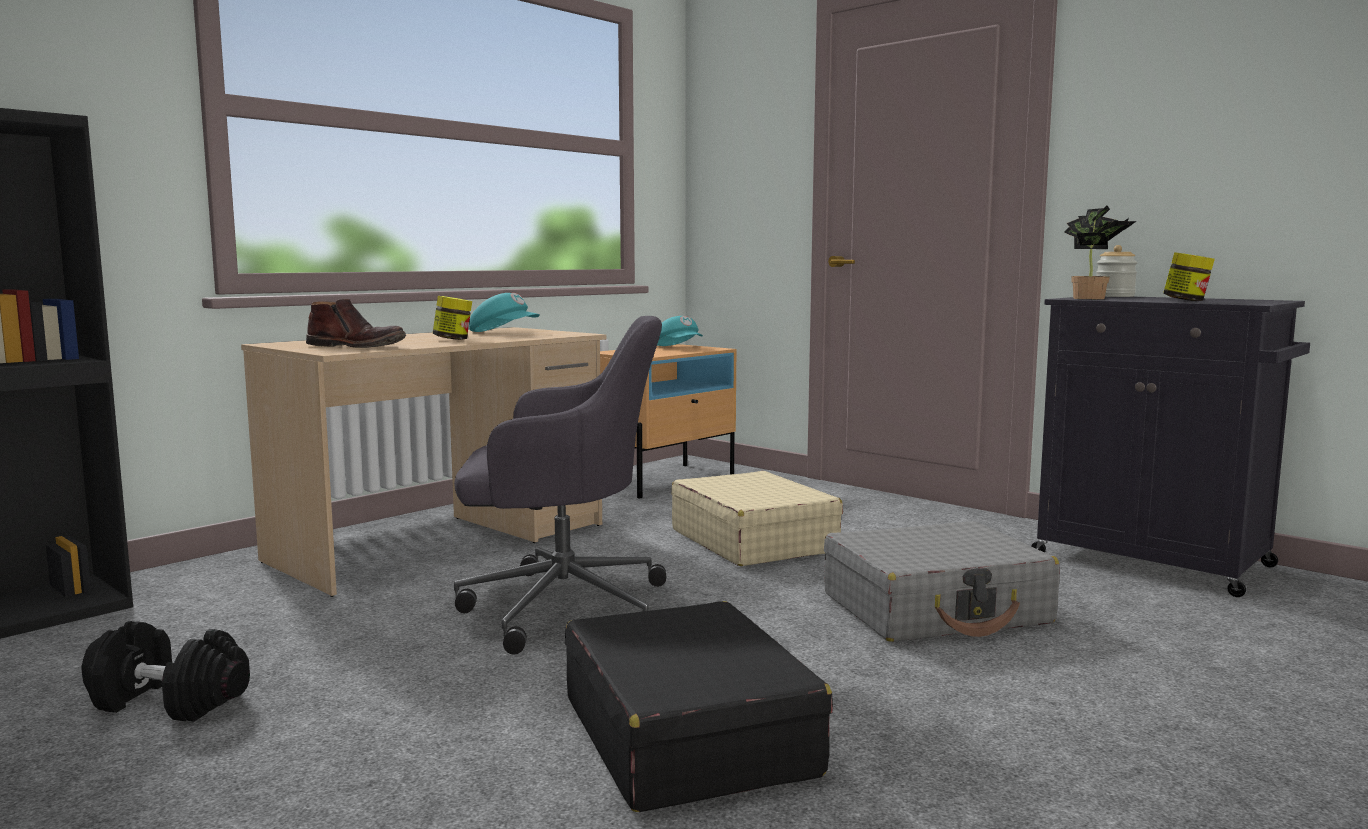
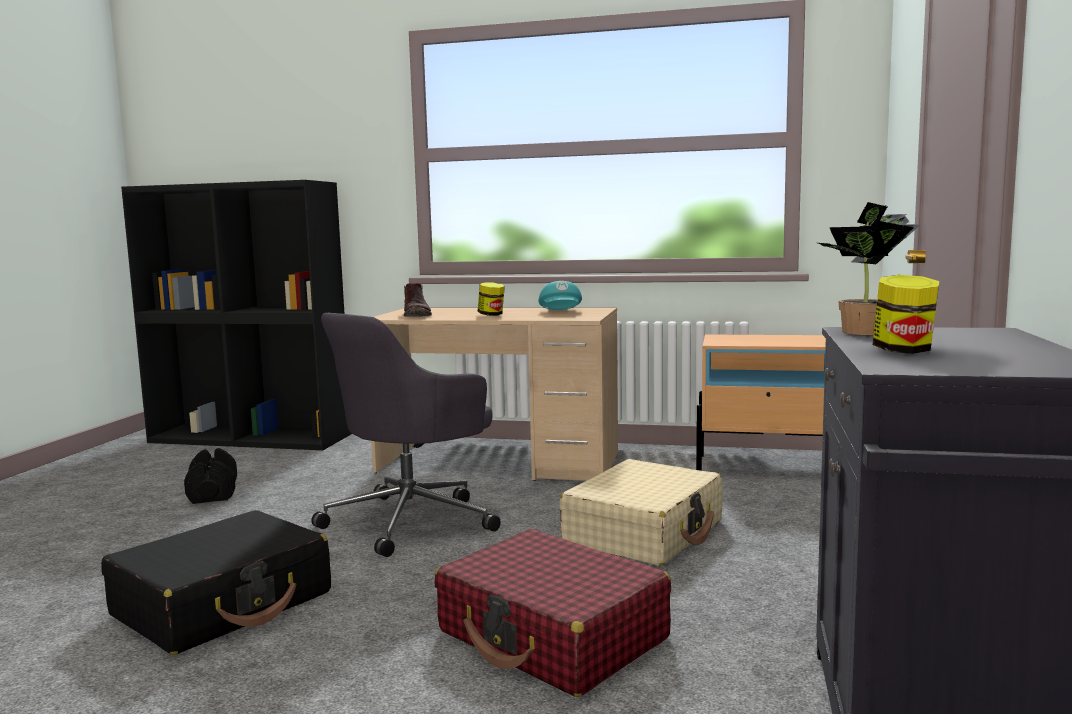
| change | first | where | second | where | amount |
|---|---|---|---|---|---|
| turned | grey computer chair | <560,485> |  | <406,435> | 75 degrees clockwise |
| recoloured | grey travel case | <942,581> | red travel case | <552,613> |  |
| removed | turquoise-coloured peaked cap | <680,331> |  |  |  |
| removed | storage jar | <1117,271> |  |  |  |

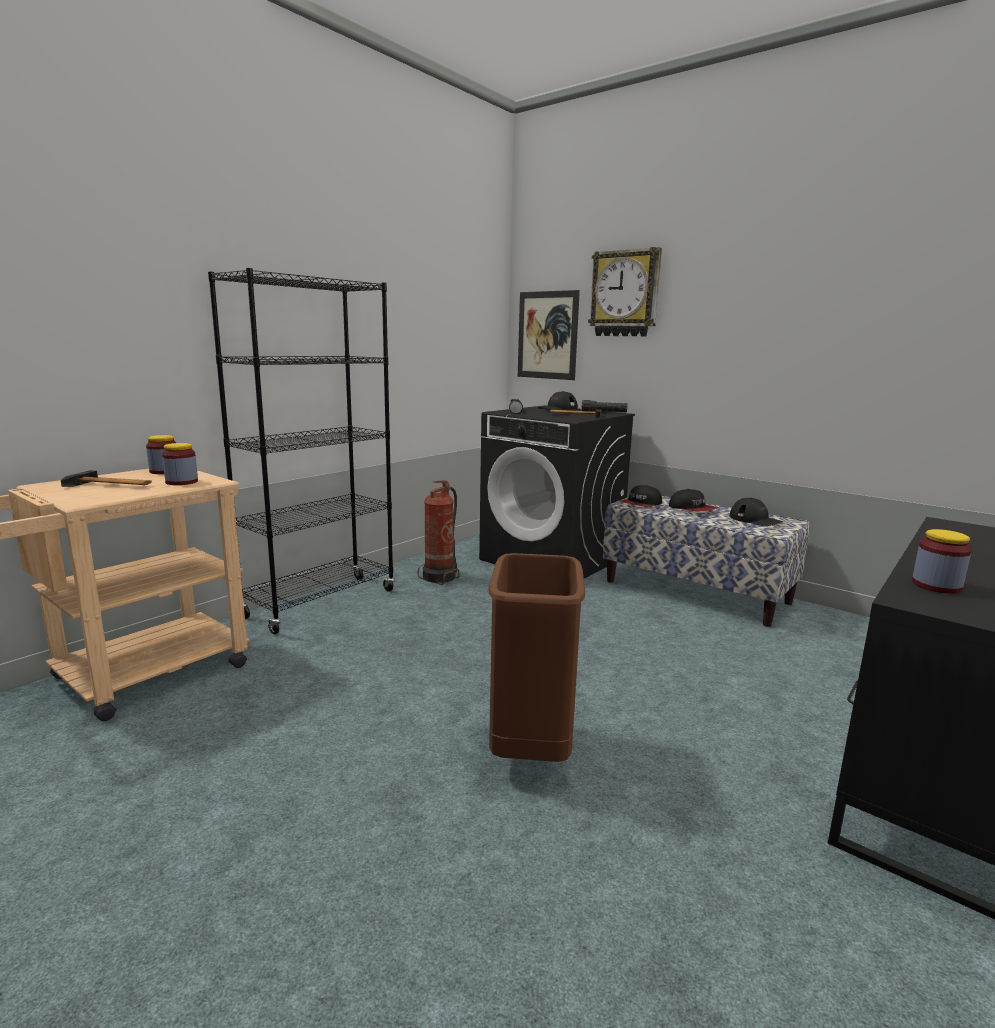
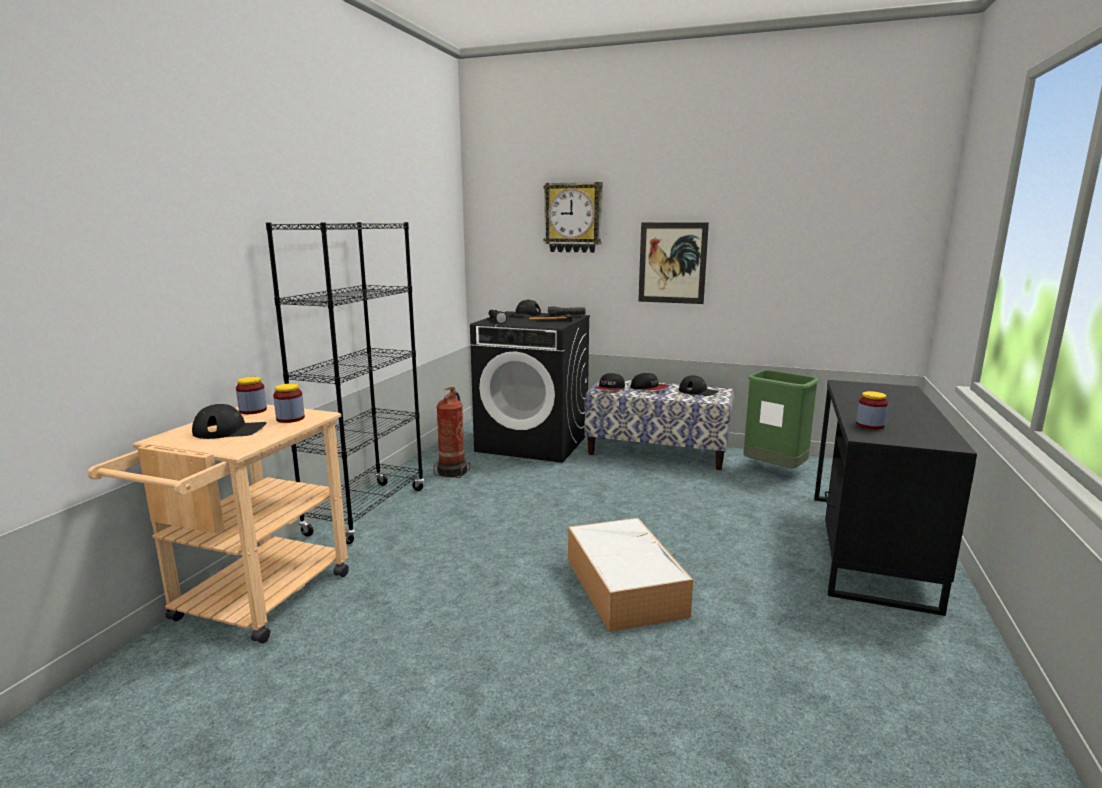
| change | first | where | second | where | amount |
|---|---|---|---|---|---|
| replaced | hammer | <106,478> | black peaked cap | <229,421> |  |
| replaced | brownish rubbish bin | <537,657> | storage box | <630,575> |  |
| moved | wall art | <549,335> |  | <673,263> |  |
| added |  |  | green rubbish bin | <781,419> |  |

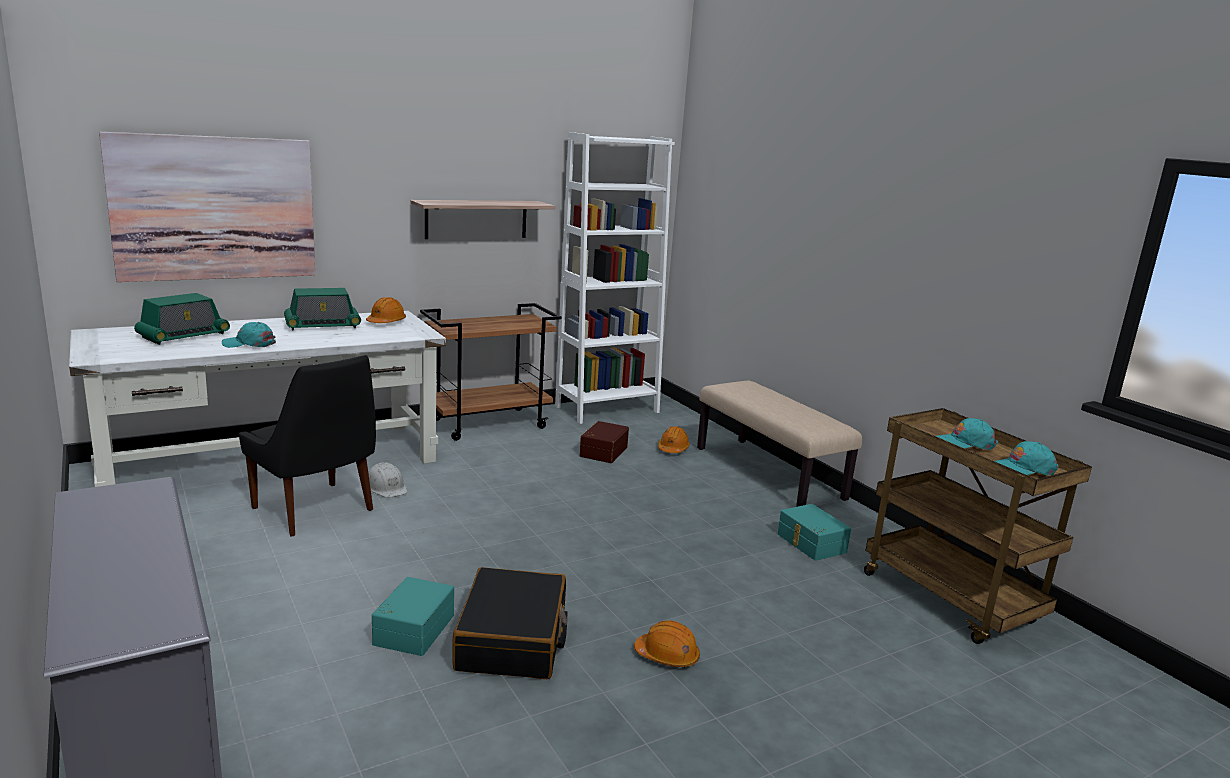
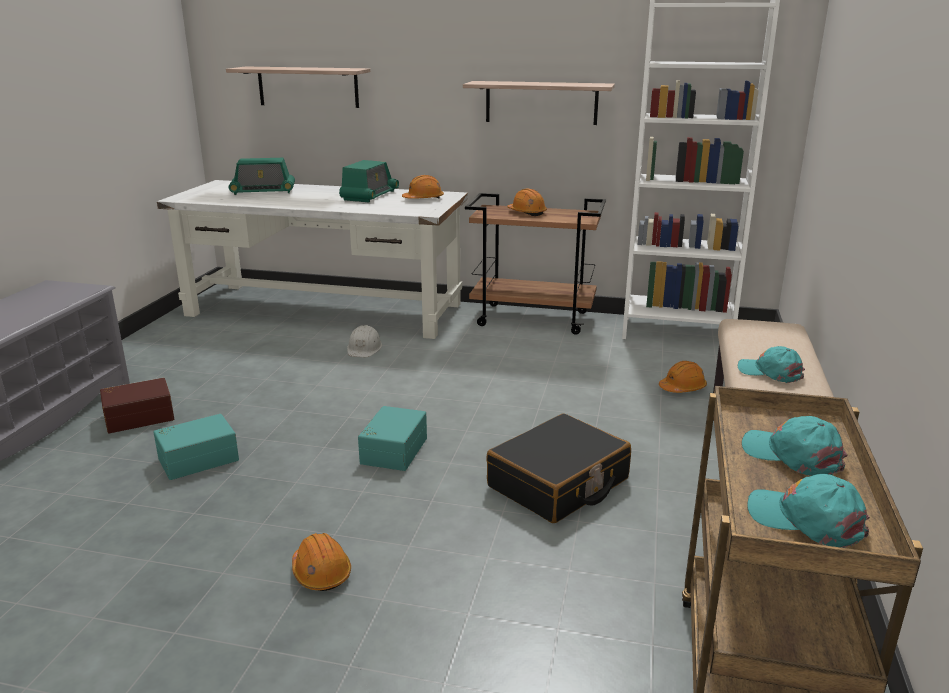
| change | first | where | second | where | amount |
|---|---|---|---|---|---|
| moved | brownish storage box | <604,442> |  | <137,406> |  |
| replaced | wall art | <207,207> | bracket shelf | <298,87> |  |
| turned | radio set | <322,309> |  | <369,181> | 90 degrees counterclockwise |
| moved | turquoise-coloured storage box | <814,532> |  | <392,438> |  |
| moved | black travel case | <510,623> |  | <558,468> |  |
| added |  |  | orange hard hat | <527,202> |  |
| moved | turquoise-coloured peaked cap | <249,335> |  | <771,364> |  |
| removed | black upright chair | <307,445> |  |  |  |

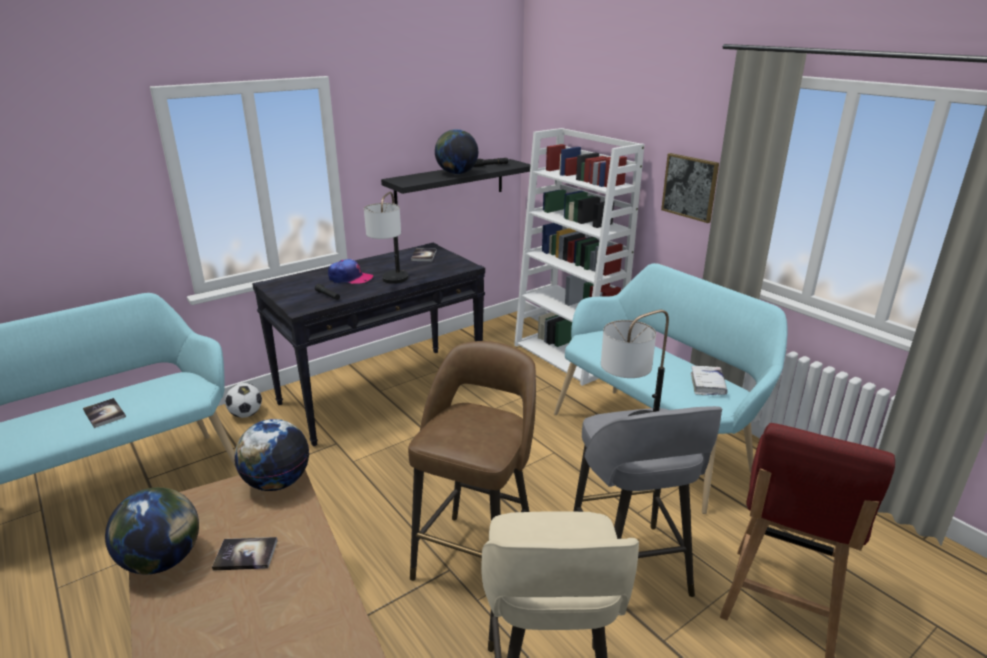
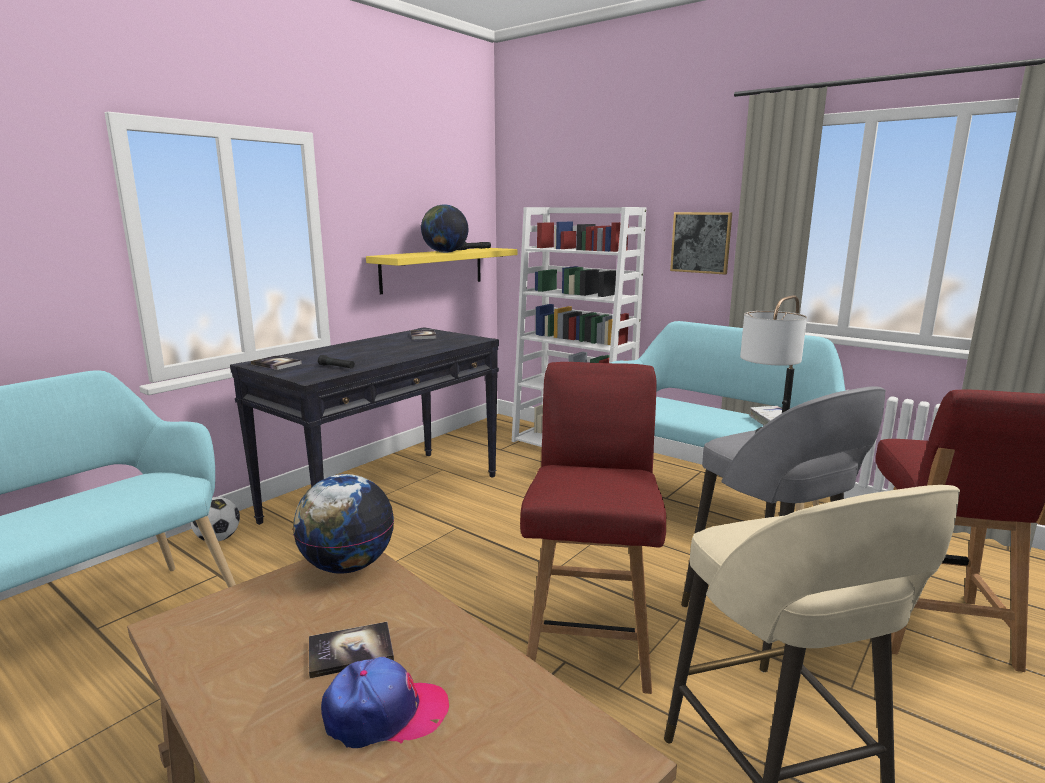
| change | first | where | second | where | amount |
|---|---|---|---|---|---|
| moved | bound book | <104,413> |  | <276,363> |  |
| moved | peaked cap | <350,271> |  | <385,702> |  |
| recoloured | black bracket shelf | <456,182> | yellow bracket shelf | <442,271> |  |
| replaced | brownish stool seat | <472,461> | red upright chair | <593,528> |  |
| removed | world globe | <152,530> |  |  |  |
| removed | lamp for a table | <386,238> |  |  |  |

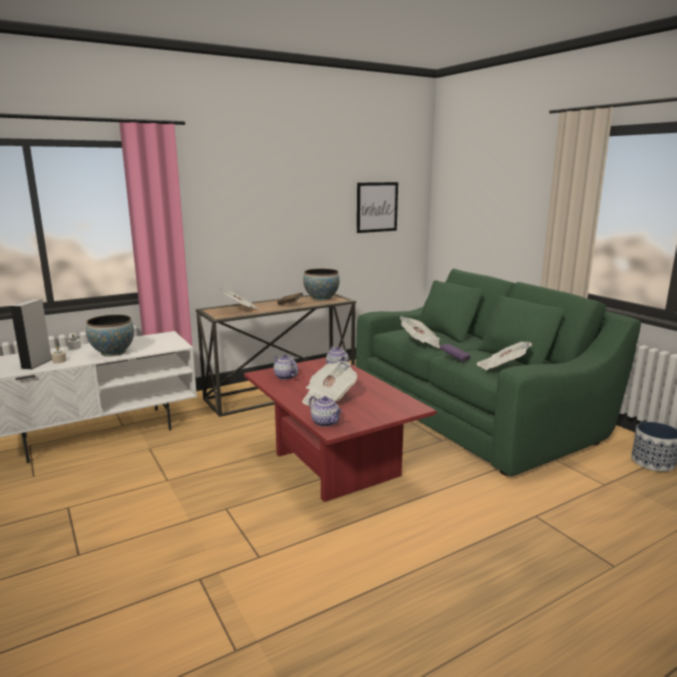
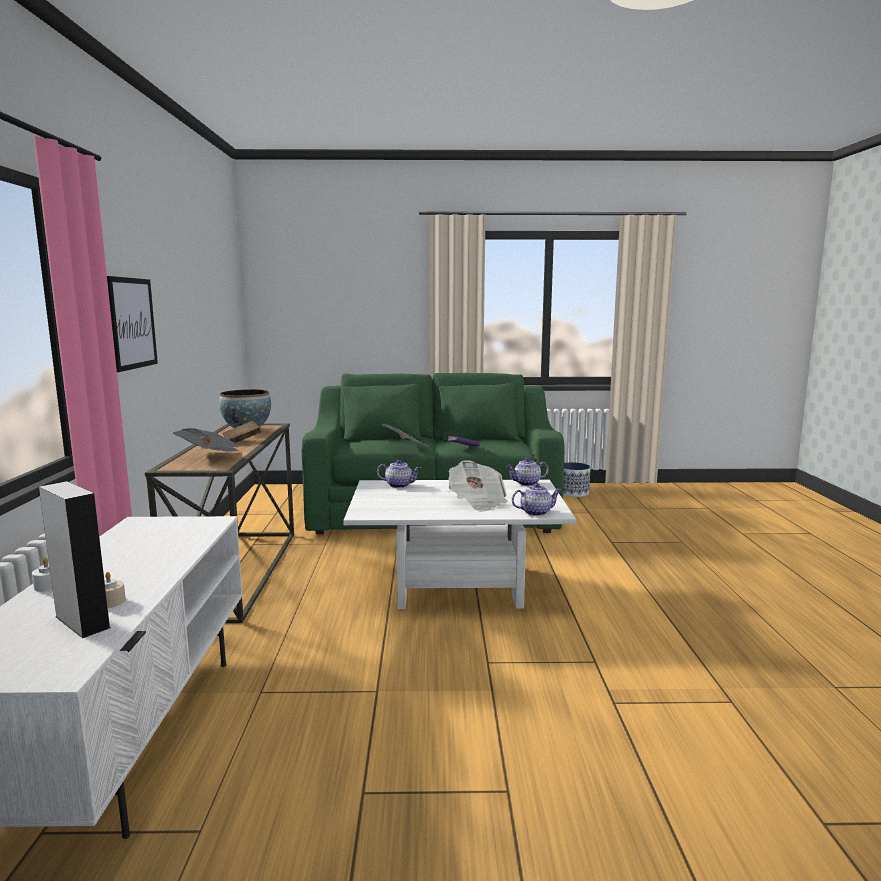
| change | first | where | second | where | amount |
|---|---|---|---|---|---|
| moved | wall art | <377,207> |  | <132,324> |  |
| recoloured | red lounge table | <340,429> | whitish lounge table | <459,544> |  |
| moved | tea pot | <285,367> |  | <527,472> |  |
| removed | serving bowl | <110,335> |  |  |  |
| removed | printed paper | <504,356> |  |  |  |

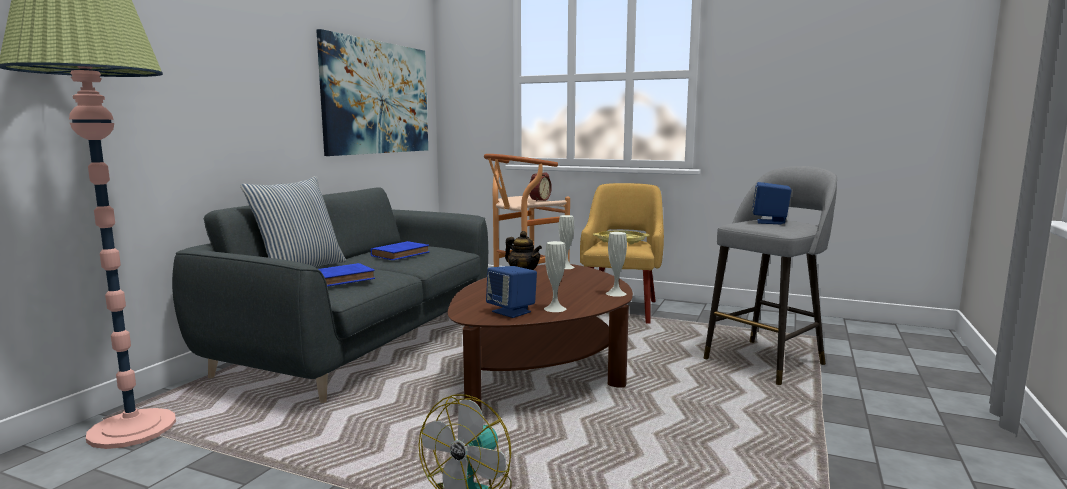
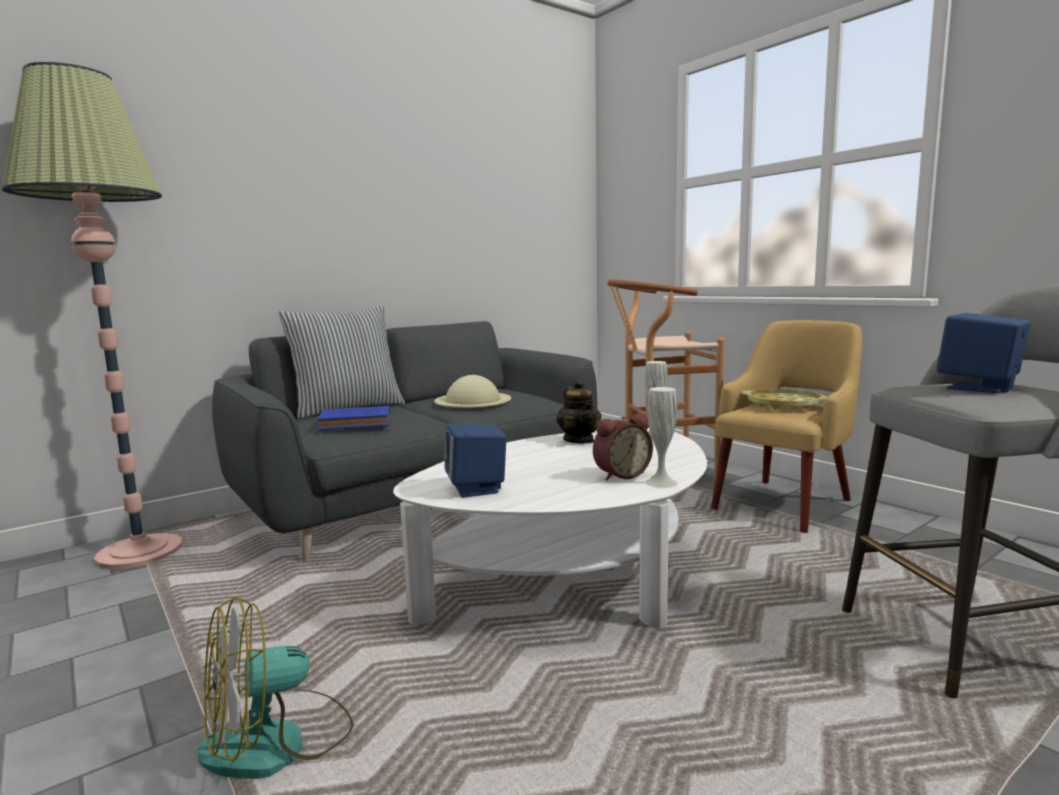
| change | first | where | second | where | amount |
|---|---|---|---|---|---|
| recoloured | brownish lounge table | <540,337> | whitish lounge table | <550,528> |  |
| replaced | blue bound book | <399,250> | sand-coloured clothing hat | <472,391> |  |
| moved | table clock | <540,186> |  | <623,446> |  |
| removed | wall art | <372,92> |  |  |  |
| removed | whitish decorative vase | <555,276> |  |  |  |

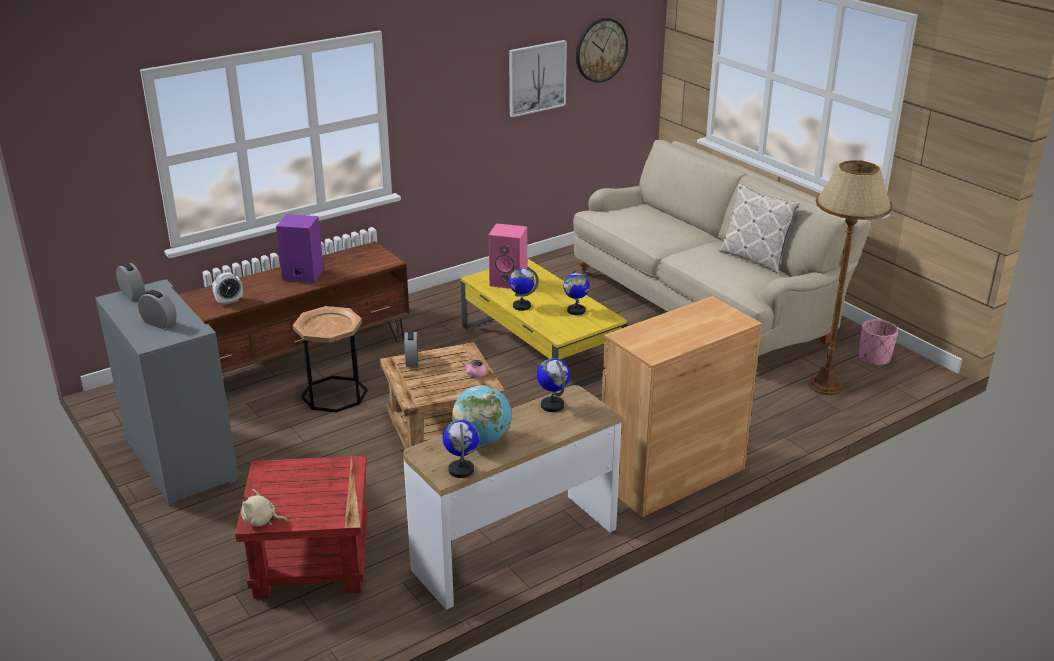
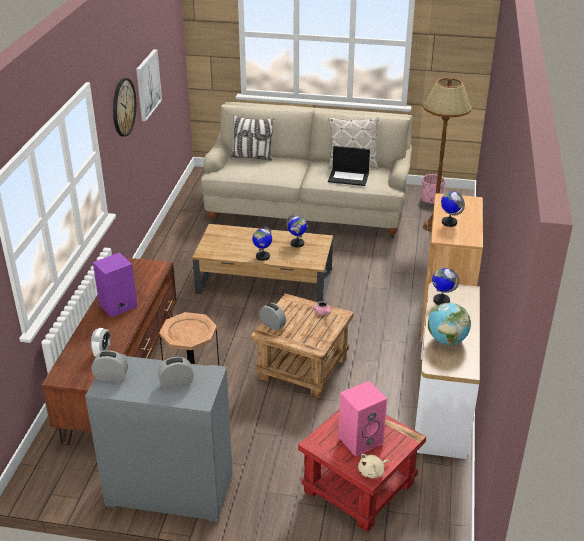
| change | first | where | second | where | amount |
|---|---|---|---|---|---|
| moved | wall clock | <602,50> |  | <124,107> |  |
| recoloured | yellow lounge table | <544,323> | brownish lounge table | <262,263> |  |
| added |  |  | pillow | <252,138> |  |
| added |  |  | laptop | <349,166> |  |
| moved | pink-coloured audio speaker | <508,256> |  | <362,418> |  |
| moved | world globe | <461,448> |  | <453,209> |  |

